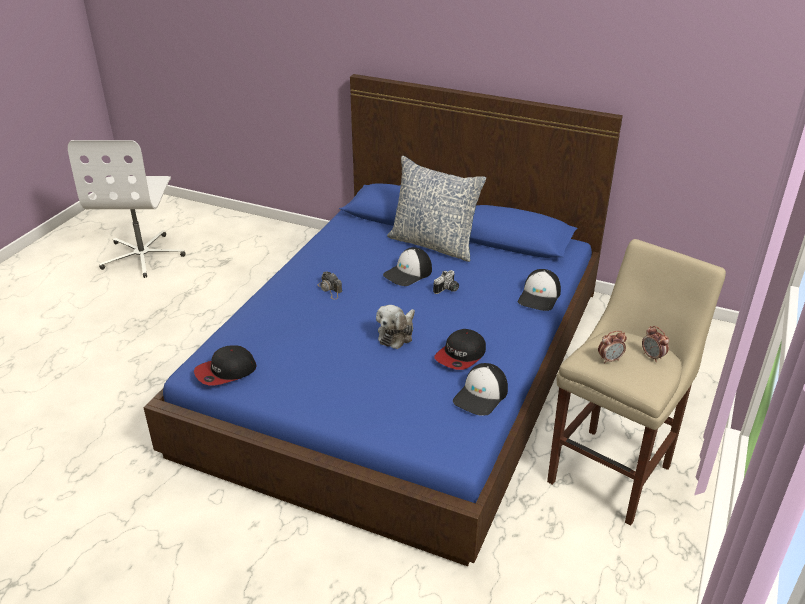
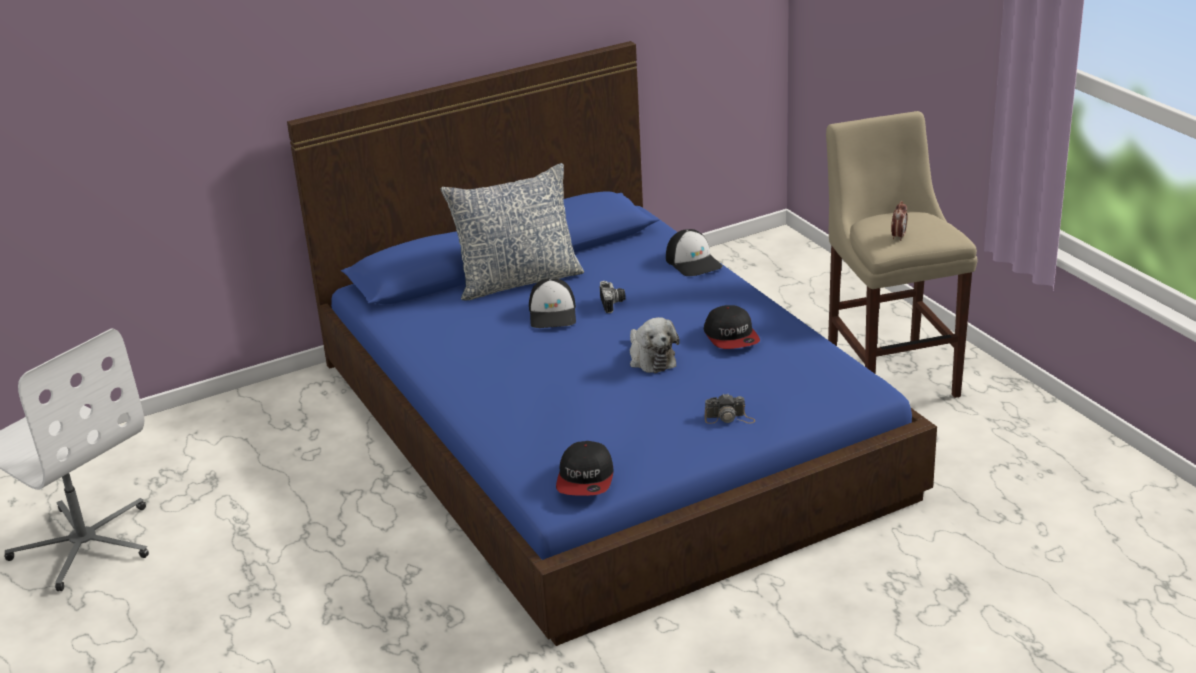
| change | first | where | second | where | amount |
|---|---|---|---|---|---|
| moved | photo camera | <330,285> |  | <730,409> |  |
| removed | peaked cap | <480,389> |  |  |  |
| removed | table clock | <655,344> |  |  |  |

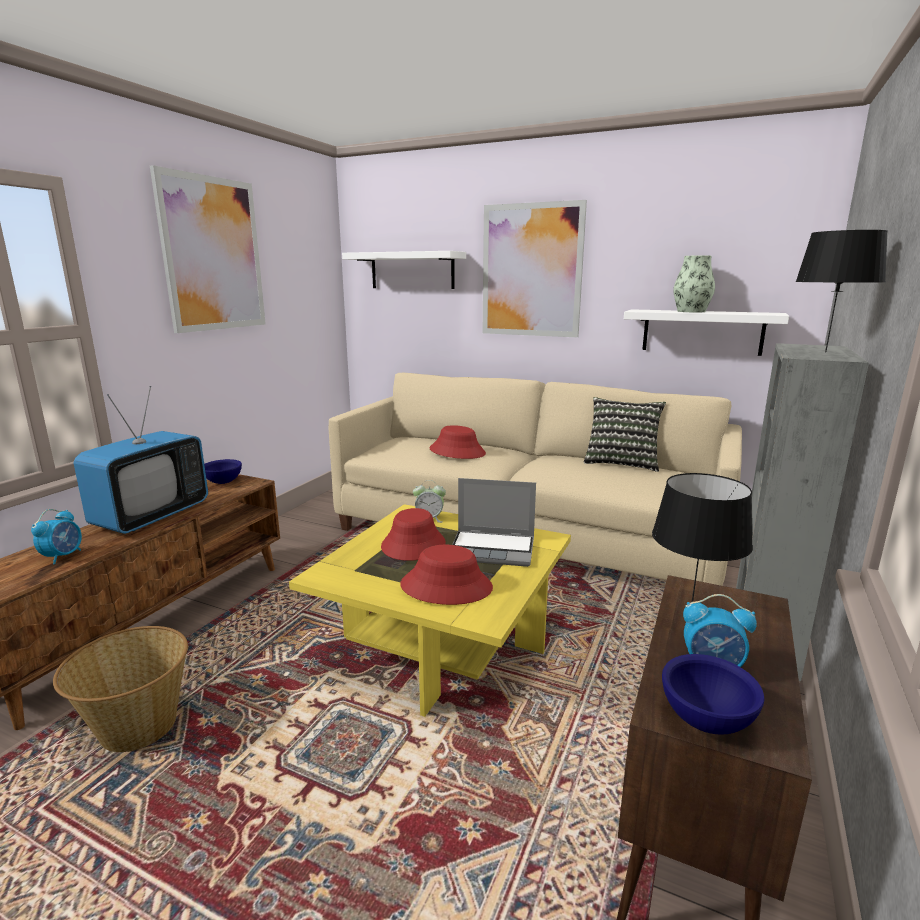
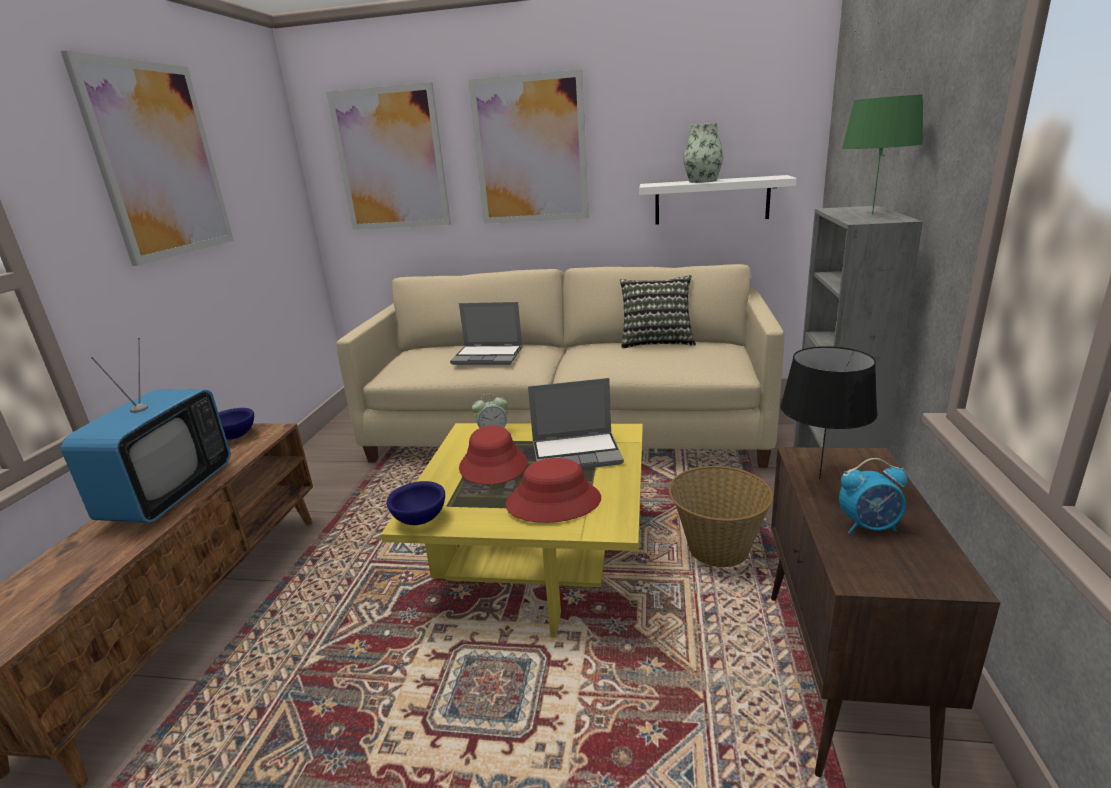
| change | first | where | second | where | amount |
|---|---|---|---|---|---|
| replaced | whitish bracket shelf | <404,270> | wall art | <389,156> |  |
| moved | blue serving bowl | <713,694> |  | <415,503> |  |
| replaced | red clothing hat | <458,442> | laptop | <486,333> |  |
| moved | household basket | <120,689> |  | <720,516> |  |
| recoloured | black lamp for a table | <841,291> | green lamp for a table | <882,154> |  |
| removed | table clock | <56,536> |  |  |  |

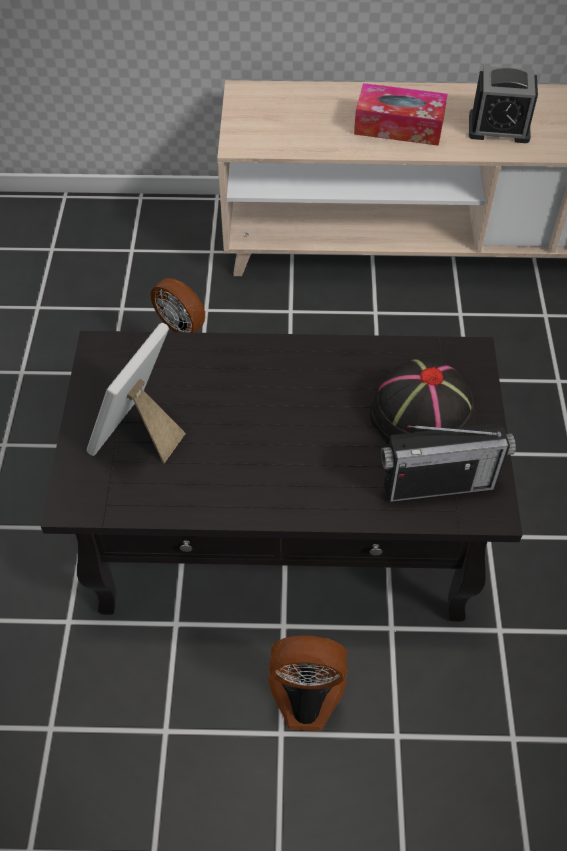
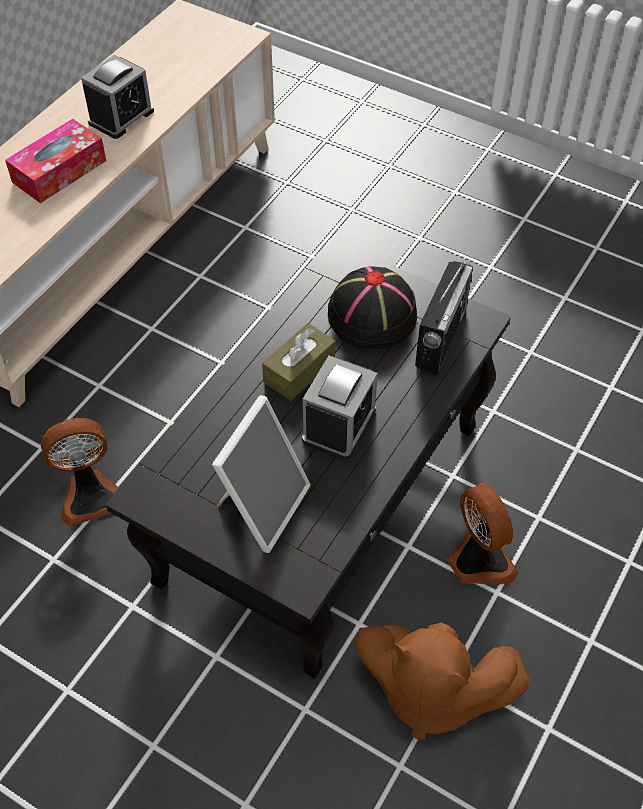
| change | first | where | second | where | amount |
|---|---|---|---|---|---|
| turned | photo frame | <136,393> |  | <261,474> | 120 degrees counterclockwise |
| added |  |  | brownish box of tissues | <299,362> |  |
| added |  |  | table clock | <339,408> |  |
| added |  |  | brownish cuddly toy | <442,681> |  |
| turned | electric fan | <307,683> |  | <483,534> | 120 degrees clockwise |

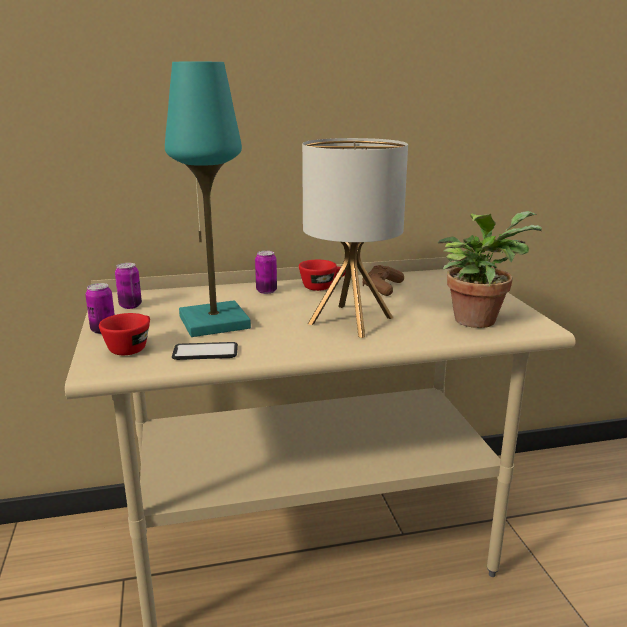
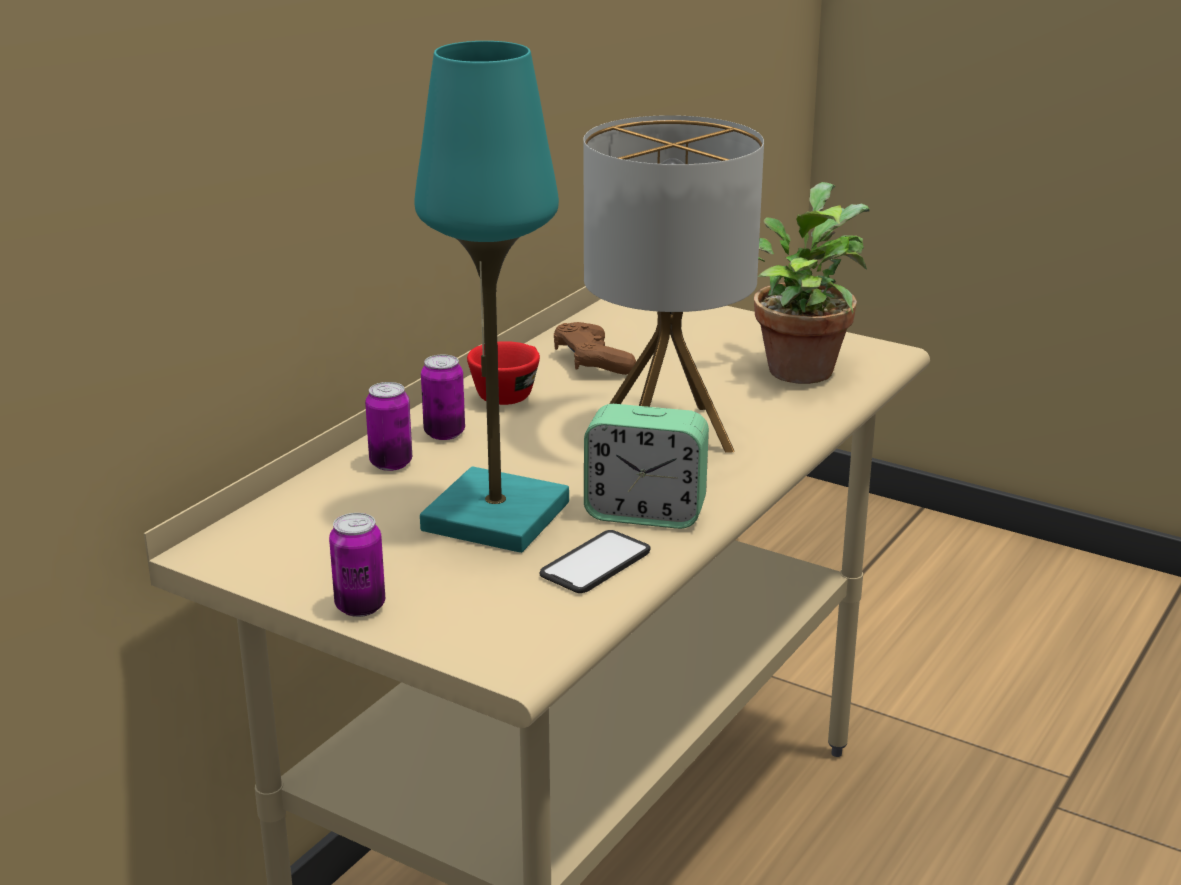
| change | first | where | second | where | amount |
|---|---|---|---|---|---|
| moved | can | <128,286> |  | <388,426> |  |
| added |  |  | table clock | <646,466> |  |
| removed | red cup | <124,334> |  |  |  |

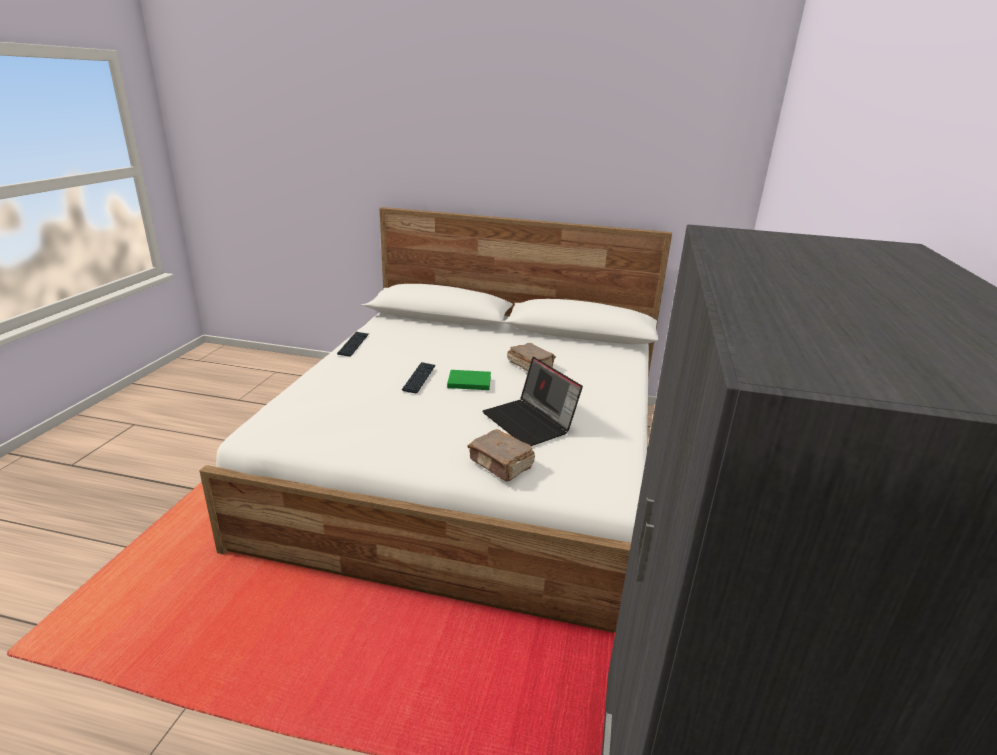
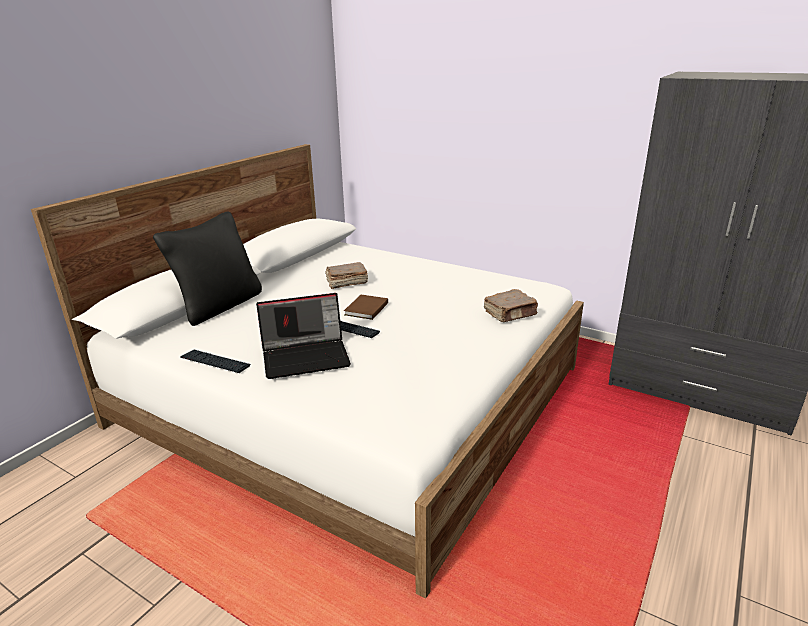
| change | first | where | second | where | amount |
|---|---|---|---|---|---|
| added |  |  | black pillow | <207,269> |  |
| moved | laptop | <532,401> |  | <303,336> |  |
| recoloured | green bound book | <469,380> | brownish bound book | <366,307> |  |

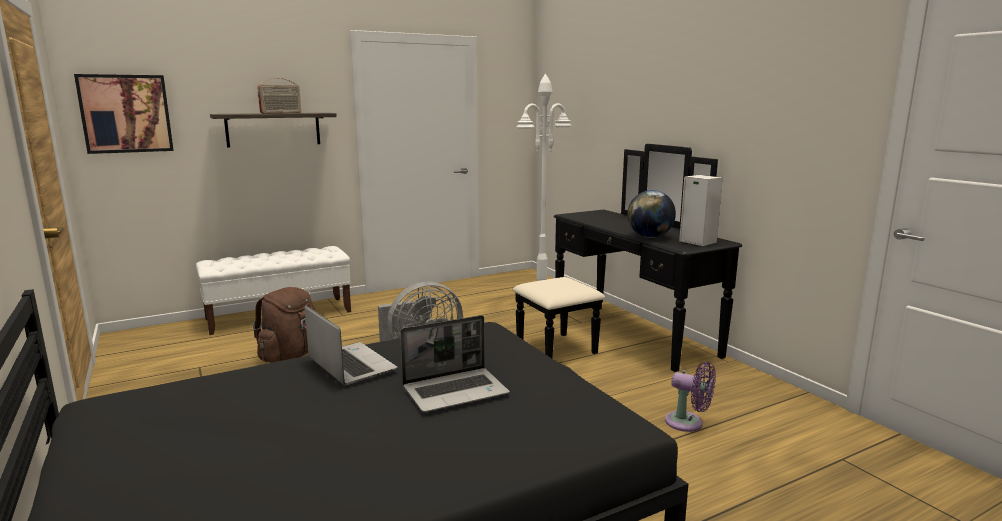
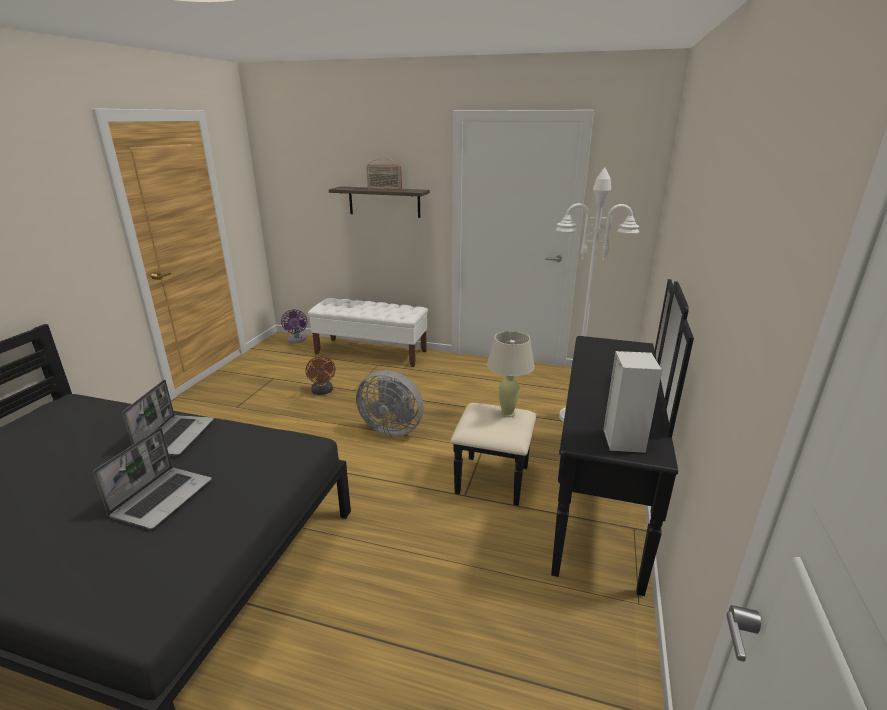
| change | first | where | second | where | amount |
|---|---|---|---|---|---|
| turned | laptop | <455,363> |  | <152,478> | 90 degrees counterclockwise |
| moved | purple-coloured electric fan | <690,397> |  | <294,325> |  |
| replaced | brownish backpack | <284,325> | brownish electric fan | <320,375> |  |
| added |  |  | sand-coloured lamp for a table | <511,374> |  |
| removed | wall art | <124,114> |  |  |  |
| removed | world globe | <651,214> |  |  |  |

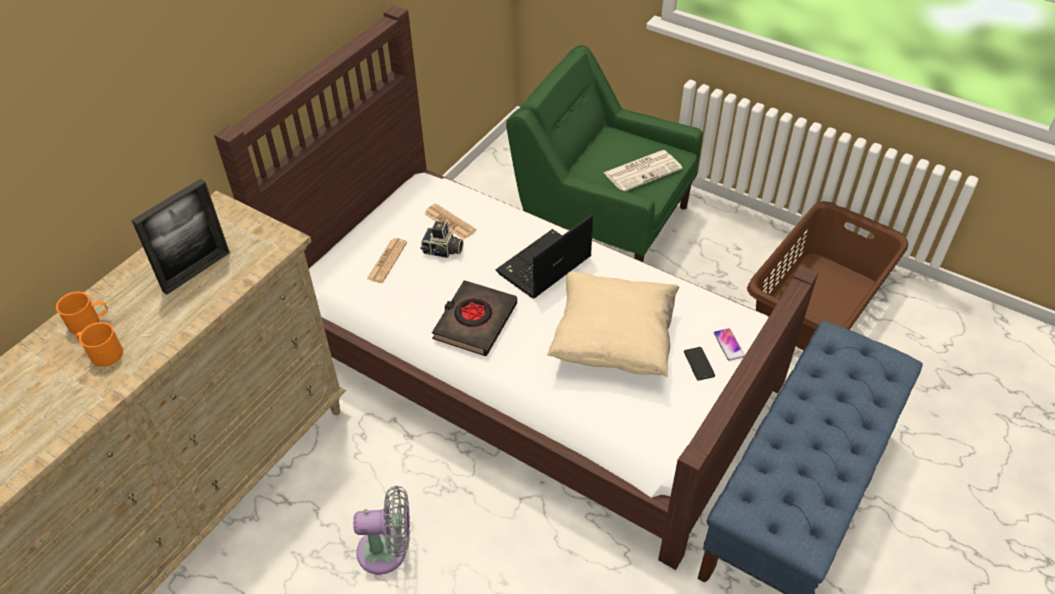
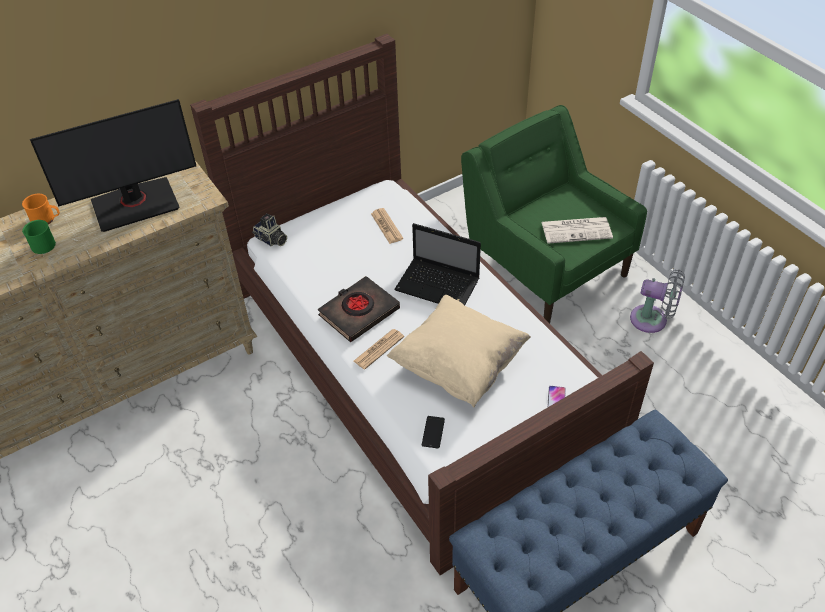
| change | first | where | second | where | amount |
|---|---|---|---|---|---|
| recoloured | orange tea mug | <99,344> | green tea mug | <39,237> |  |
| replaced | photo frame | <180,236> | computer screen | <113,165> |  |
| moved | photo camera | <441,239> |  | <269,229> |  |
| moved | printed paper | <387,260> |  | <379,349> |  |
| turned | laptop | <544,256> |  | <437,264> | 135 degrees counterclockwise |
| moved | telephone | <699,364> |  | <433,432> |  |
| moved | grey electric fan | <381,530> |  | <657,301> |  |
| removed | brownish hamper | <827,275> |  |  |  |

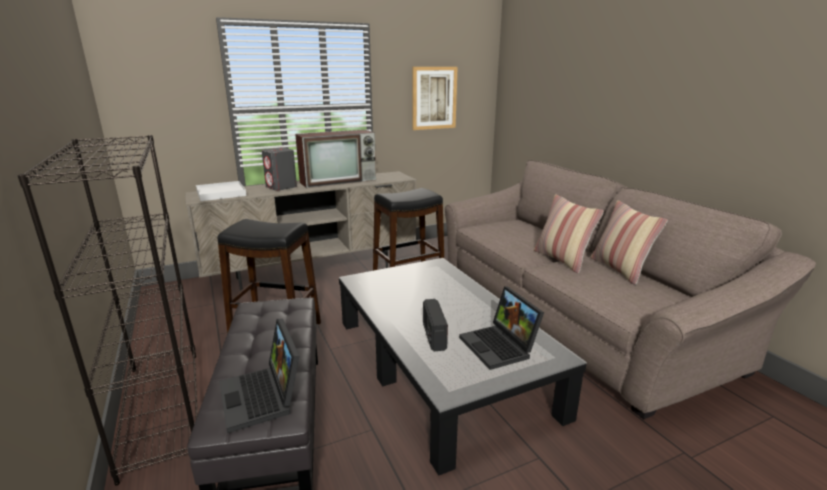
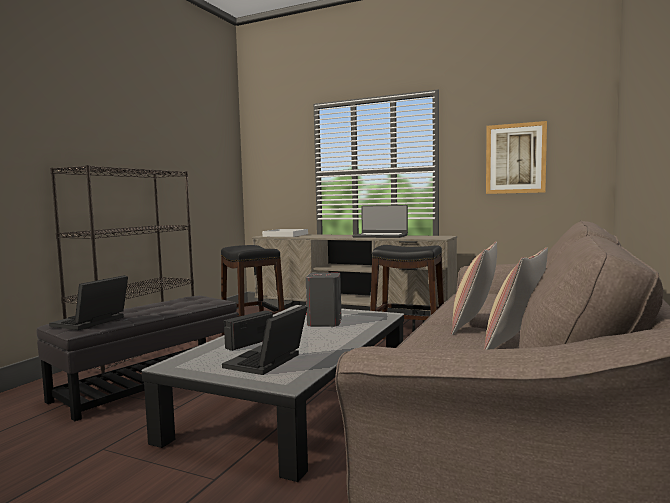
| change | first | where | second | where | amount |
|---|---|---|---|---|---|
| moved | grey audio speaker | <279,169> |  | <324,300> |  |
| replaced | TV set | <335,159> | laptop | <380,221> |  |

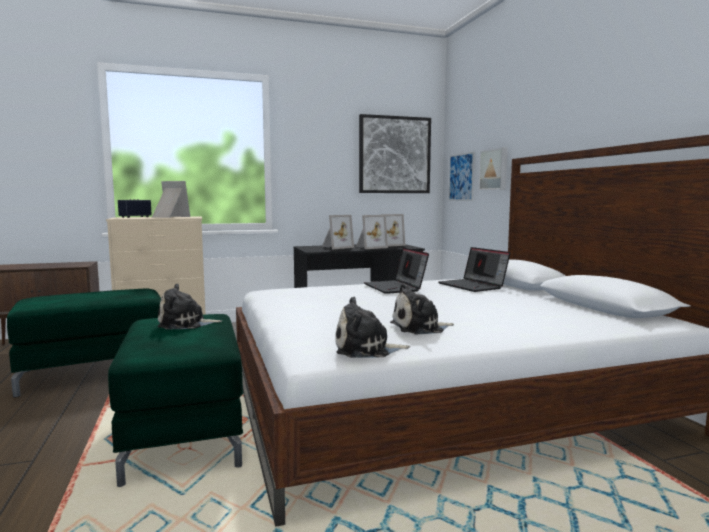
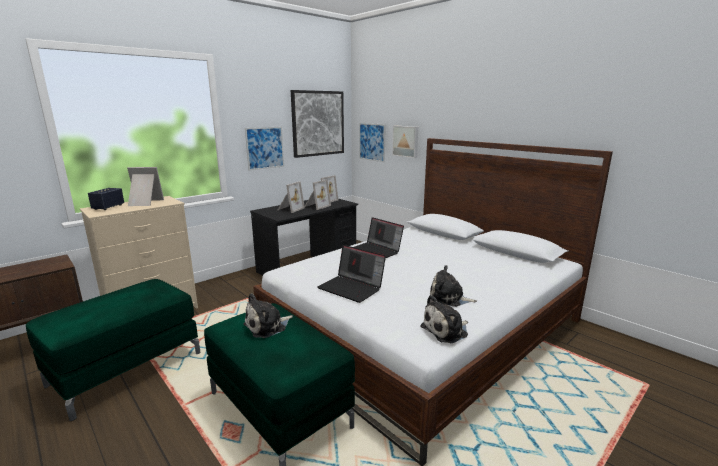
| change | first | where | second | where | amount |
|---|---|---|---|---|---|
| added |  |  | wall art | <264,149> |  |
| moved | laptop | <474,269> |  | <352,274> |  |
| turned | cuddly toy | <422,308> |  | <453,286> | 60 degrees clockwise |

